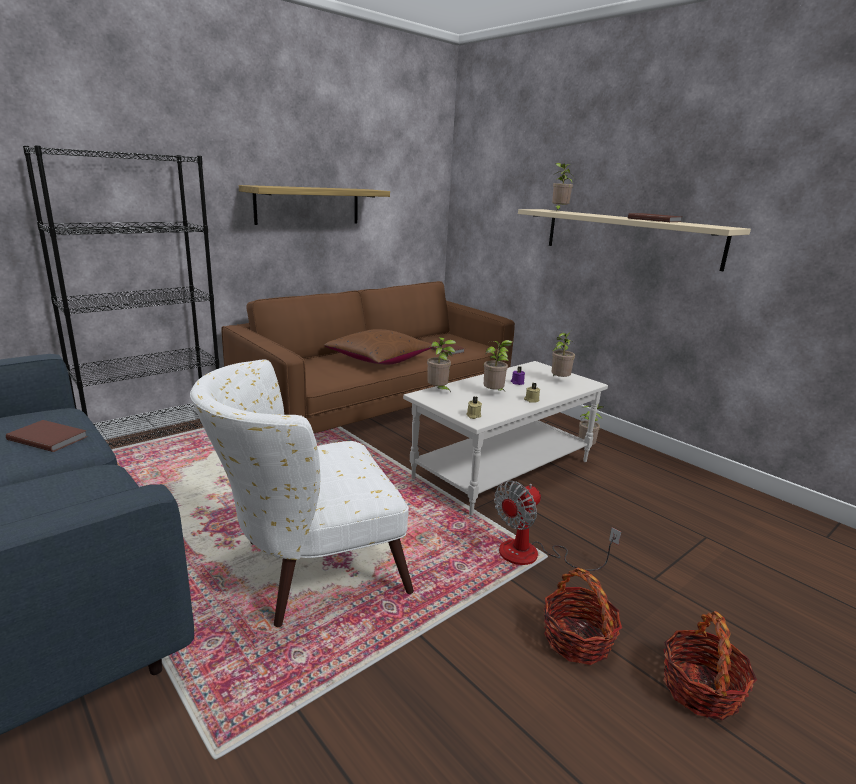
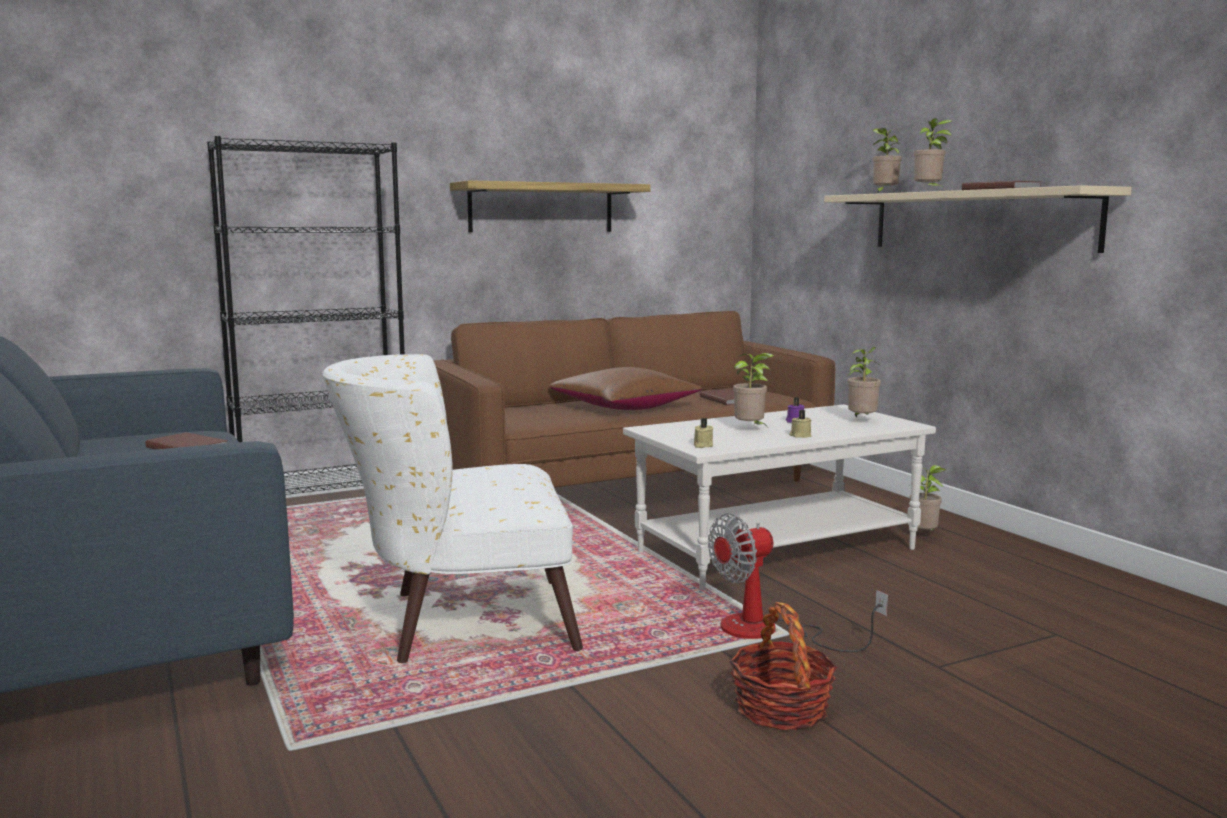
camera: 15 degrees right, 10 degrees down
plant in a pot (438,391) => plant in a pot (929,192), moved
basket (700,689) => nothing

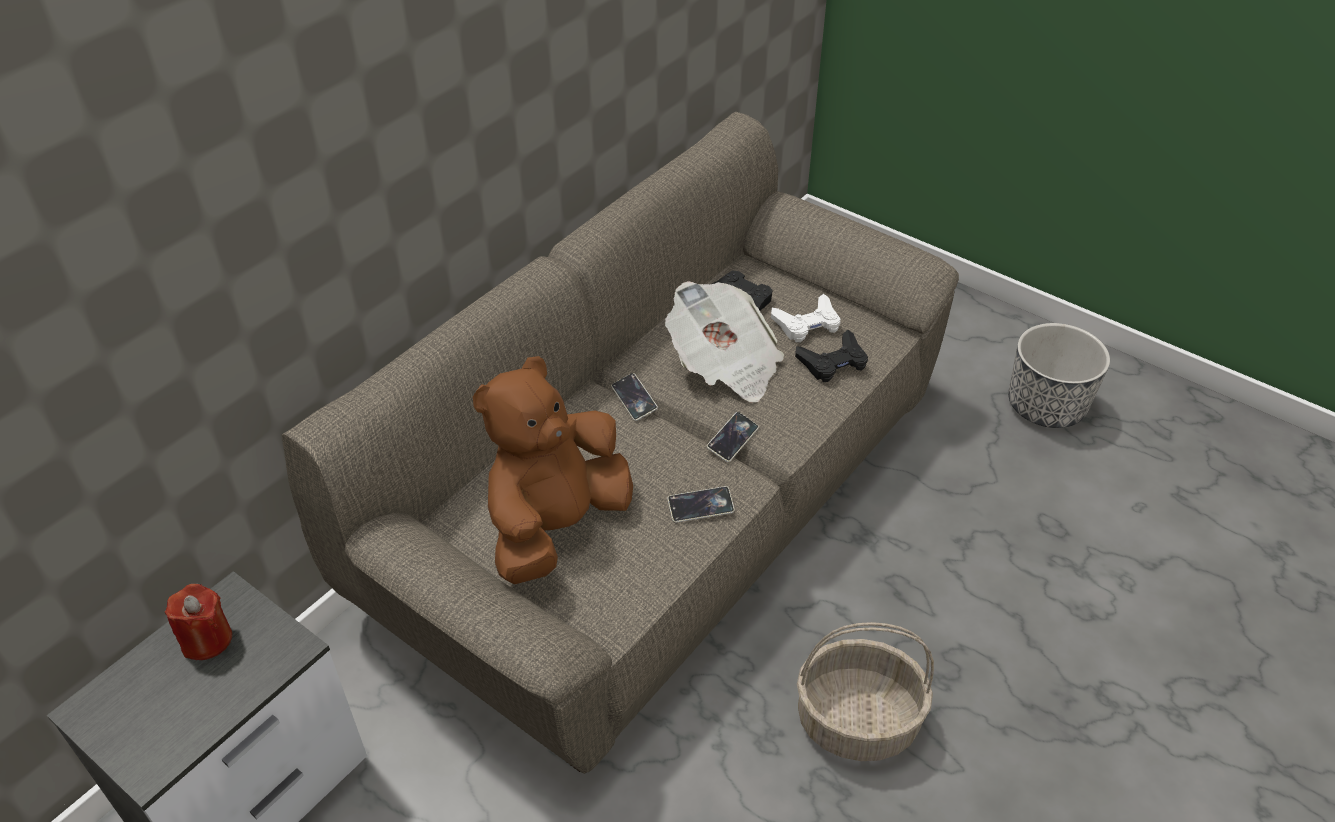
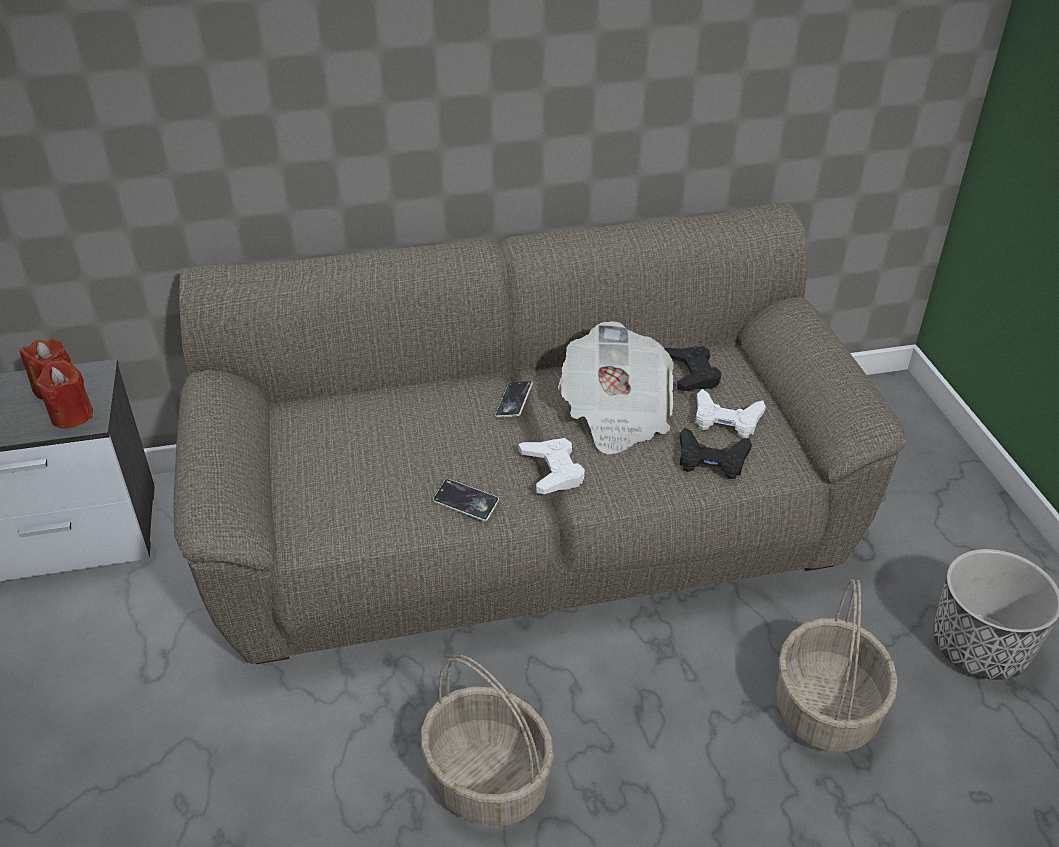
camera: 40 degrees right, 5 degrees down
nothing => wax candle (red-coloured) (72,415)
handset (732,439) => joypad (white) (552,470)
nothing => basket (827,710)
soft toy (brown) (556,526) => nothing

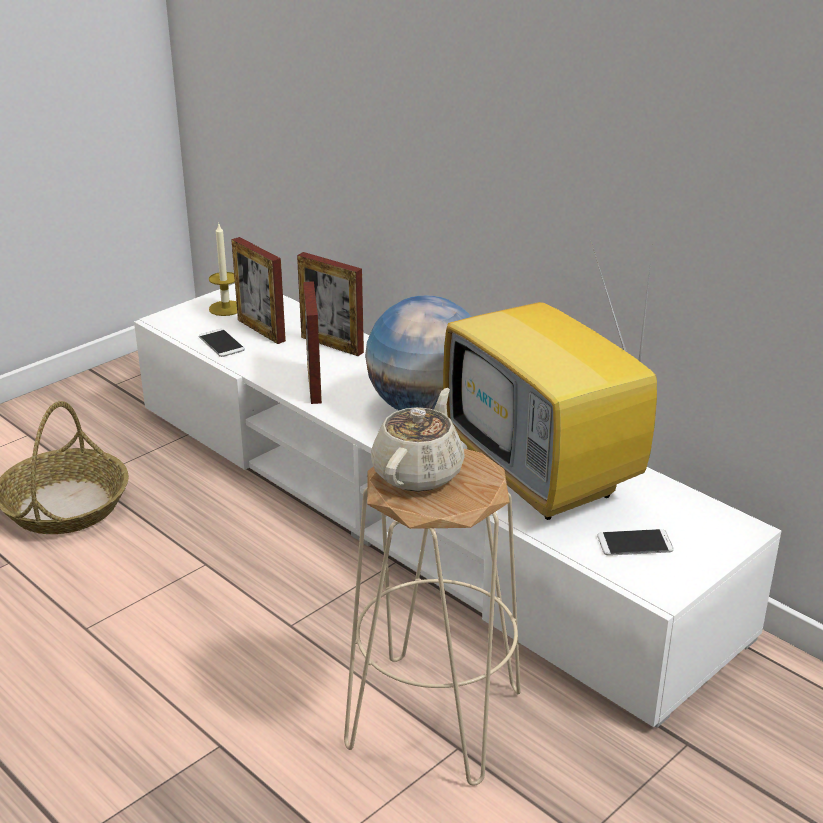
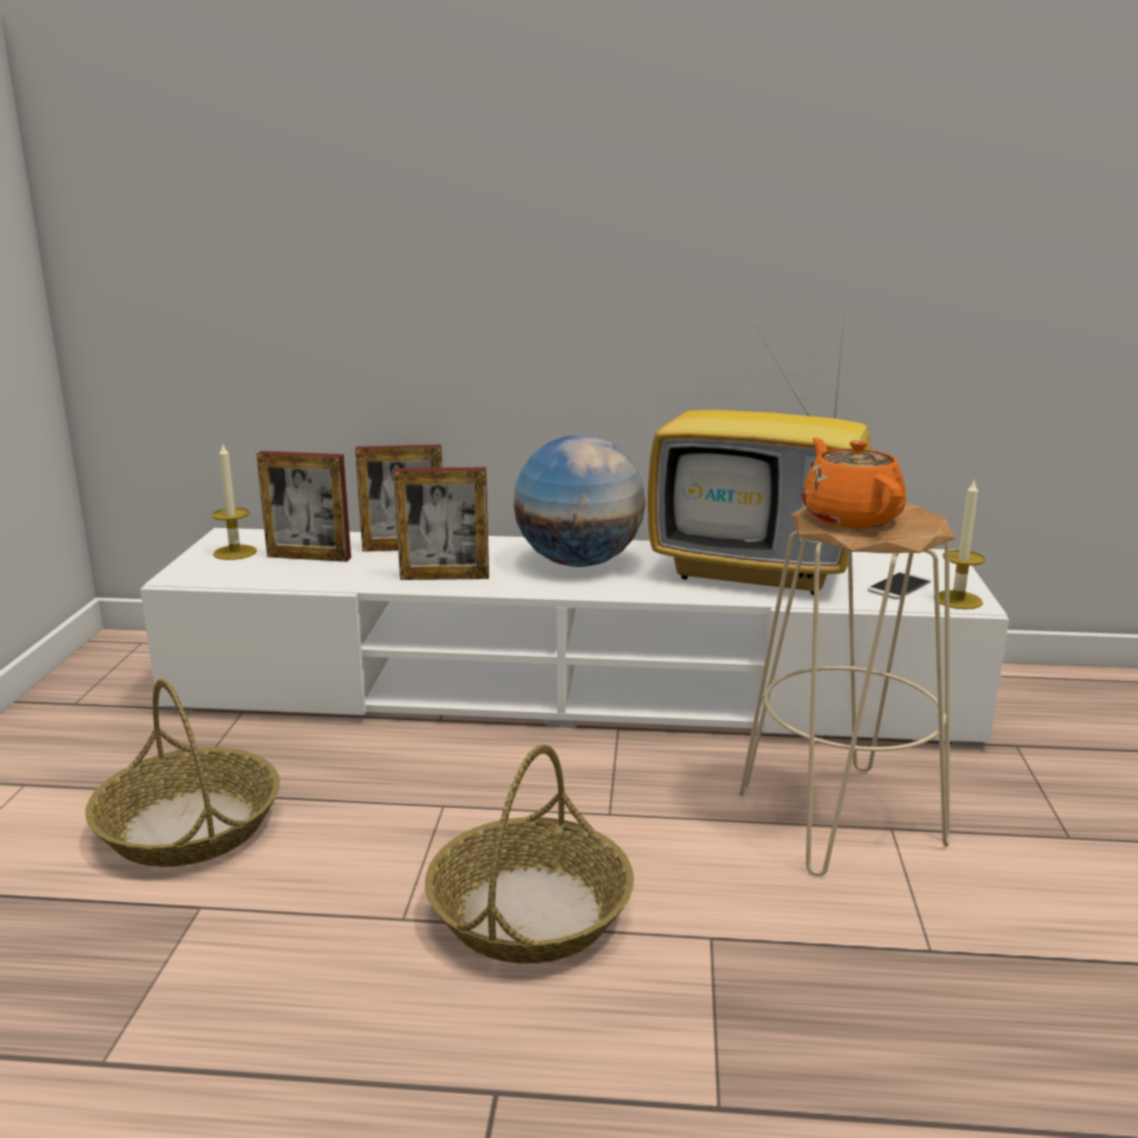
camera: 40 degrees left, 10 degrees down
standing frame (314,384) => standing frame (444,577), 45 degrees counterclockwise
nothing => basket (530,910)
teapot (sand-coloured) (418,472) => teapot (orangey) (850,517)
nothing => wax candle (958,600)
handset (221,343) => nothing

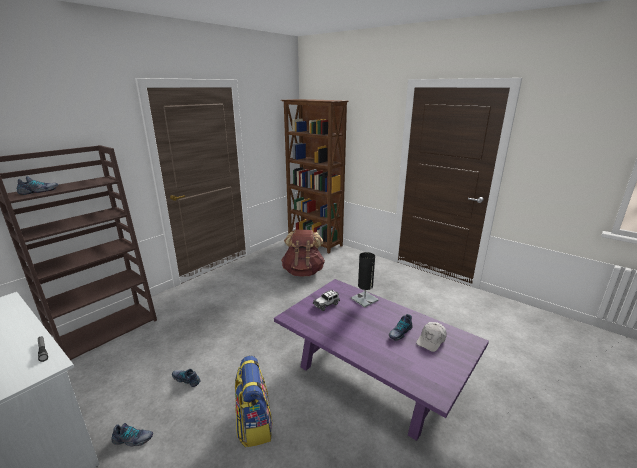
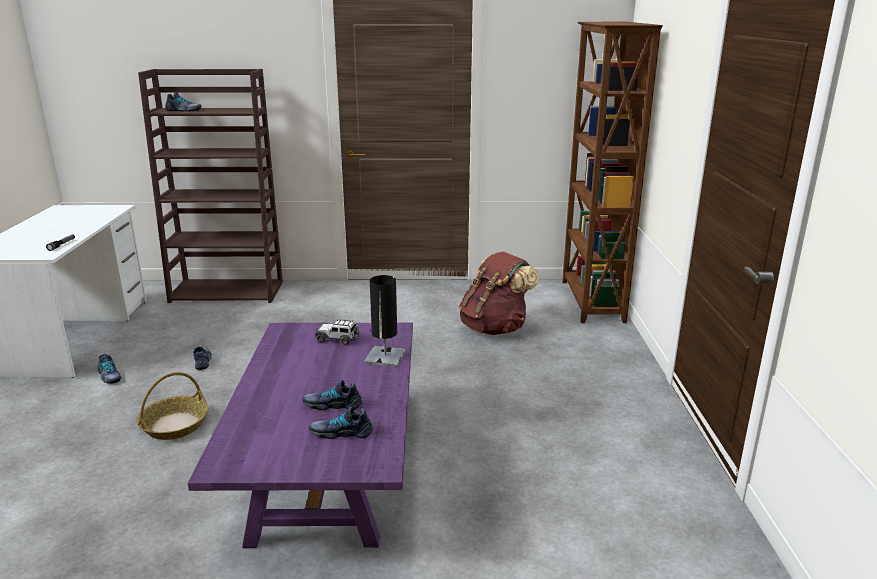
camera: 50 degrees right, 0 degrees up
knapsack (254,424) => basket (175,425)
peaked cap (white) (431,340) => item of footwear (341,432)

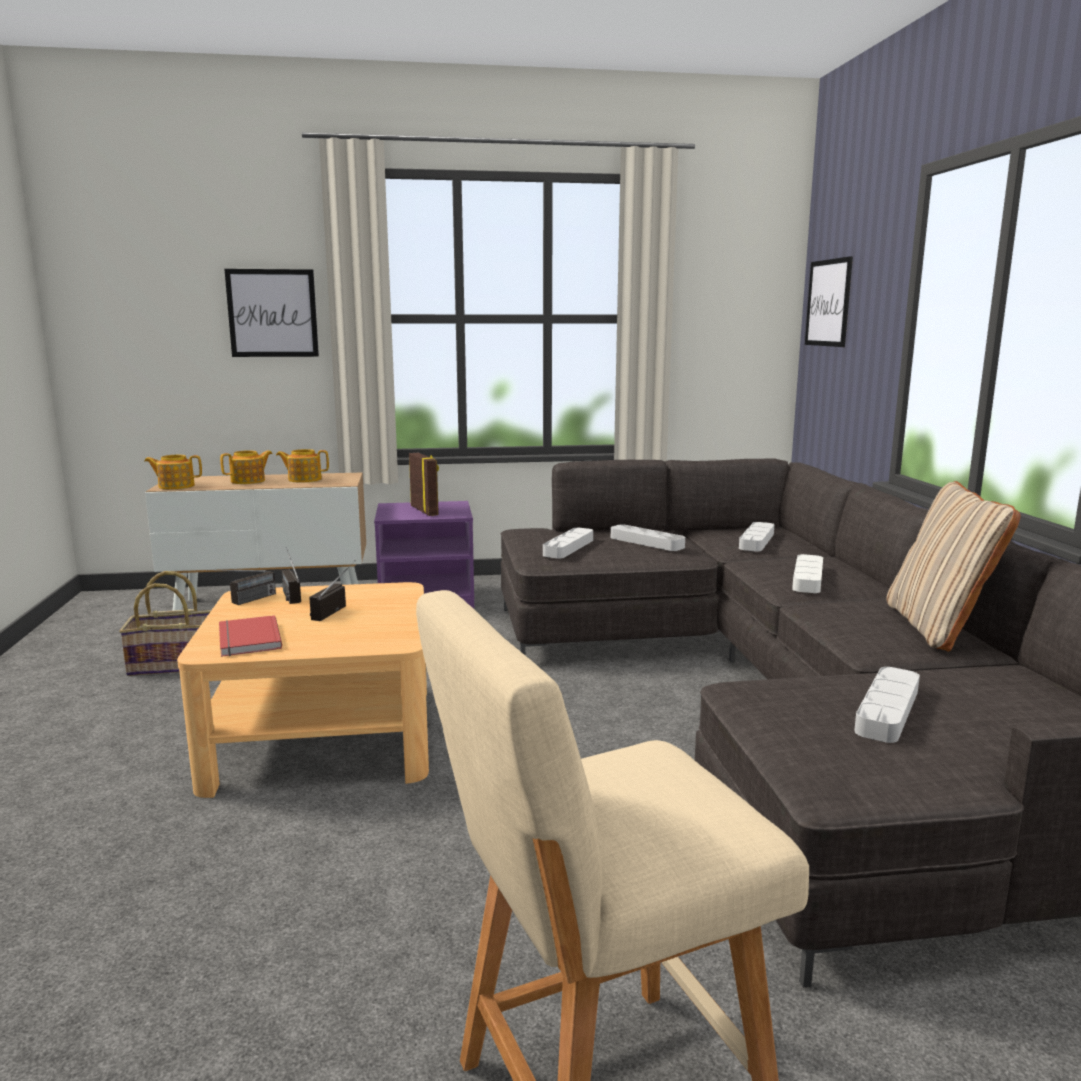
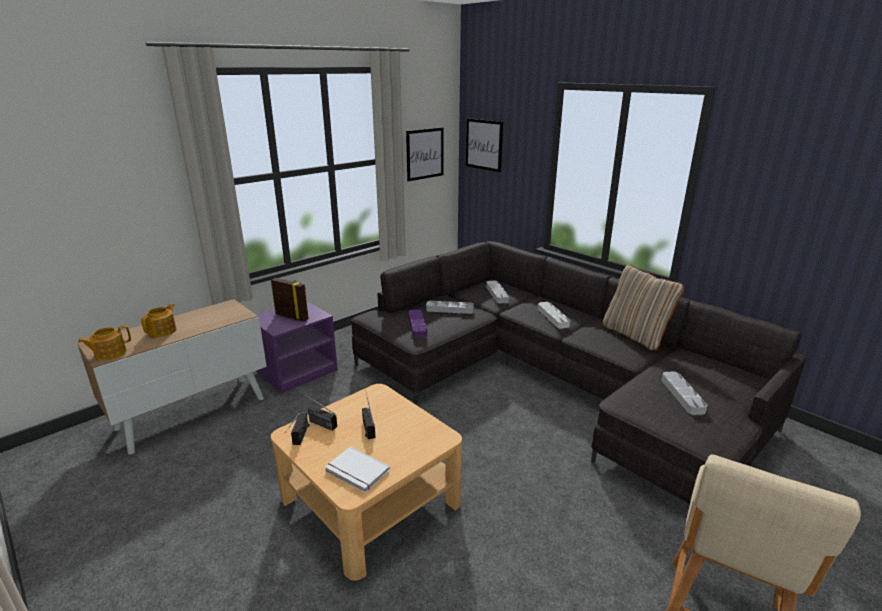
camera: 35 degrees left, 10 degrees up
bound book (red-coloured) (246,639) => bound book (white) (356,472)
wall picture (272,313) => wall picture (425,154), moved
tray (greyish) (568,547) => tray (purple-coloured) (417,326)
basket (175,664) => nothing
teapot (304,479) => nothing

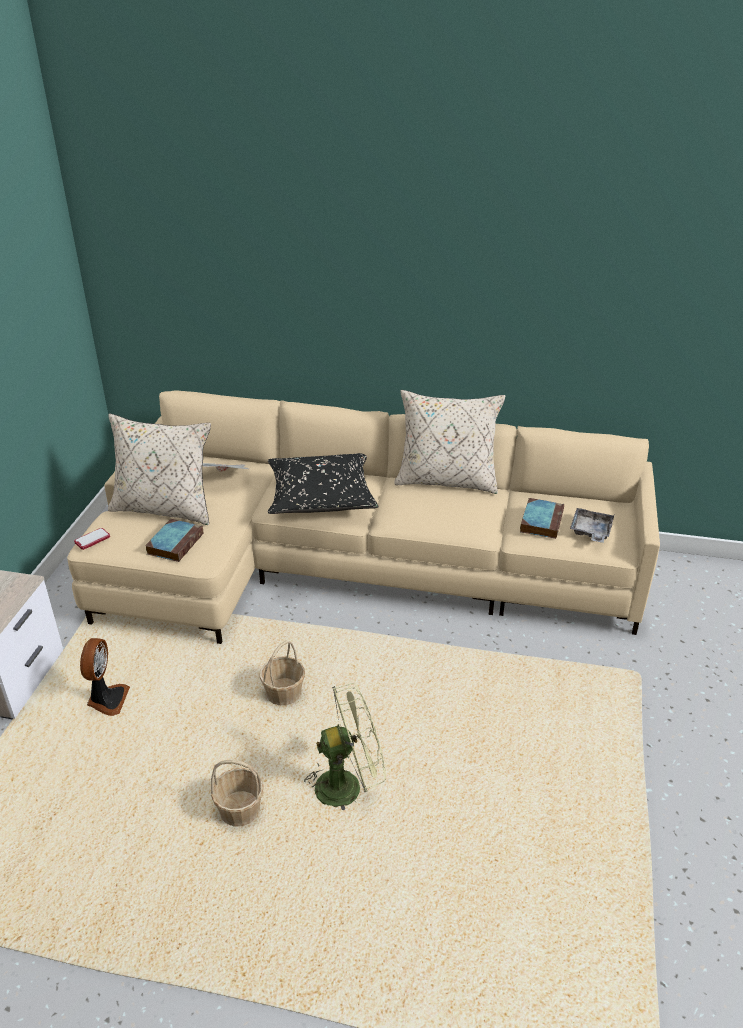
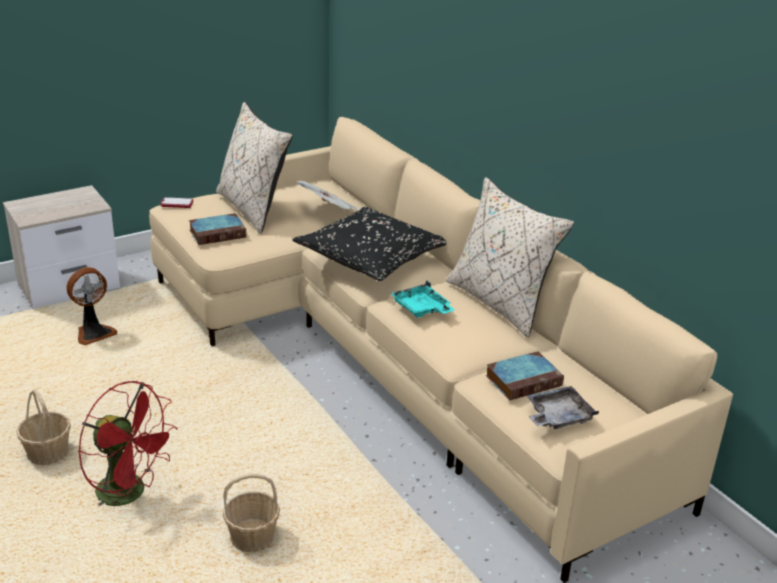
camera: 45 degrees right, 5 degrees down
cooling fan (greenish) (347,785) => cooling fan (red-coloured) (130,494)
basket (284,693) => basket (253,537), moved
nothing => tray (turquoise) (421,309)

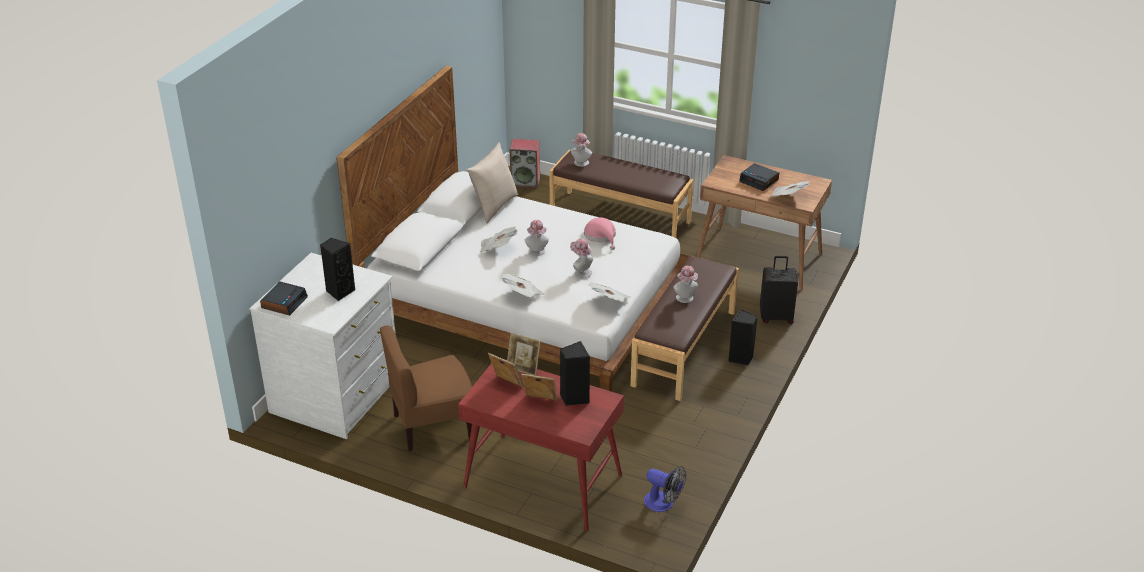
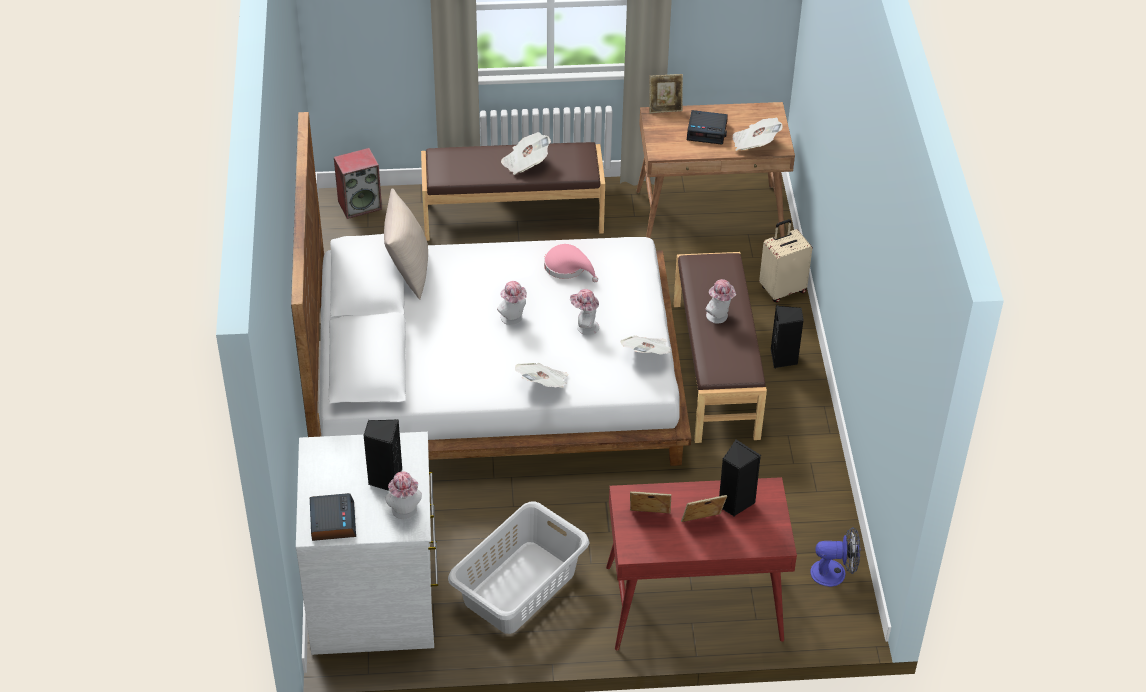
camera: 30 degrees left, 10 degrees up
wearable hat (581,163) => wearable hat (405,512), moved
chair (brown) (432,426) => hamper (greyish) (518,587)
printed paper (497,248) => printed paper (525,163), moved
standing frame (523,368) => standing frame (665,108), moved
piece of luggage (blackish) (776,317) => piece of luggage (sand-coloured) (782,289)

